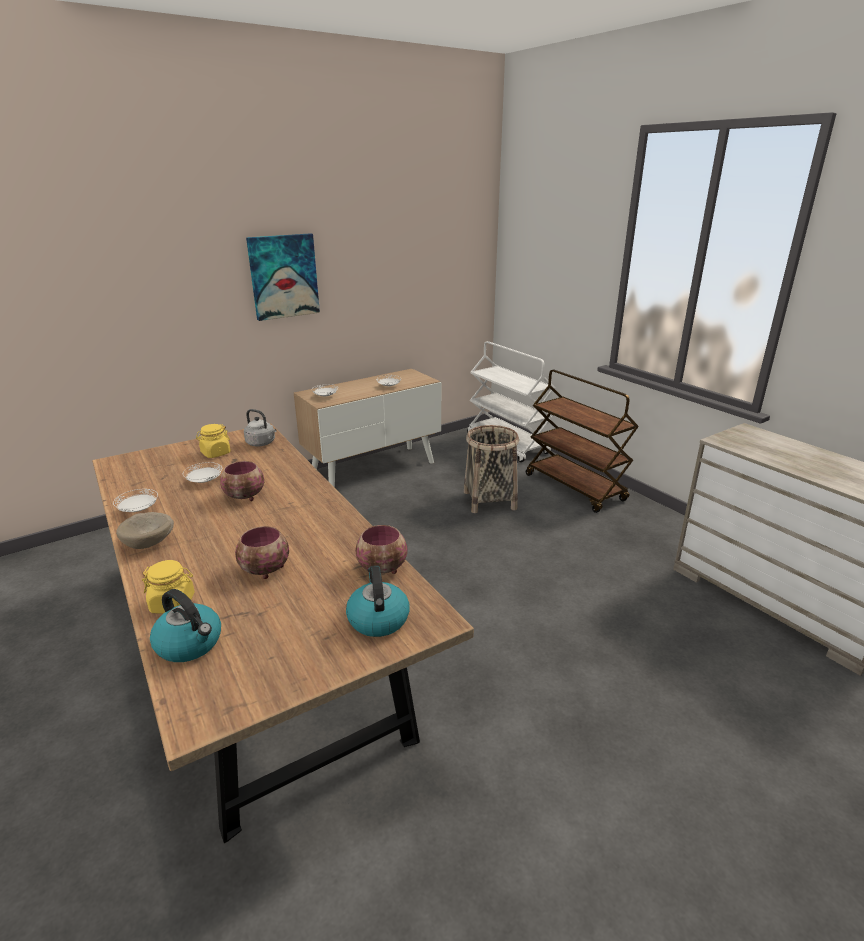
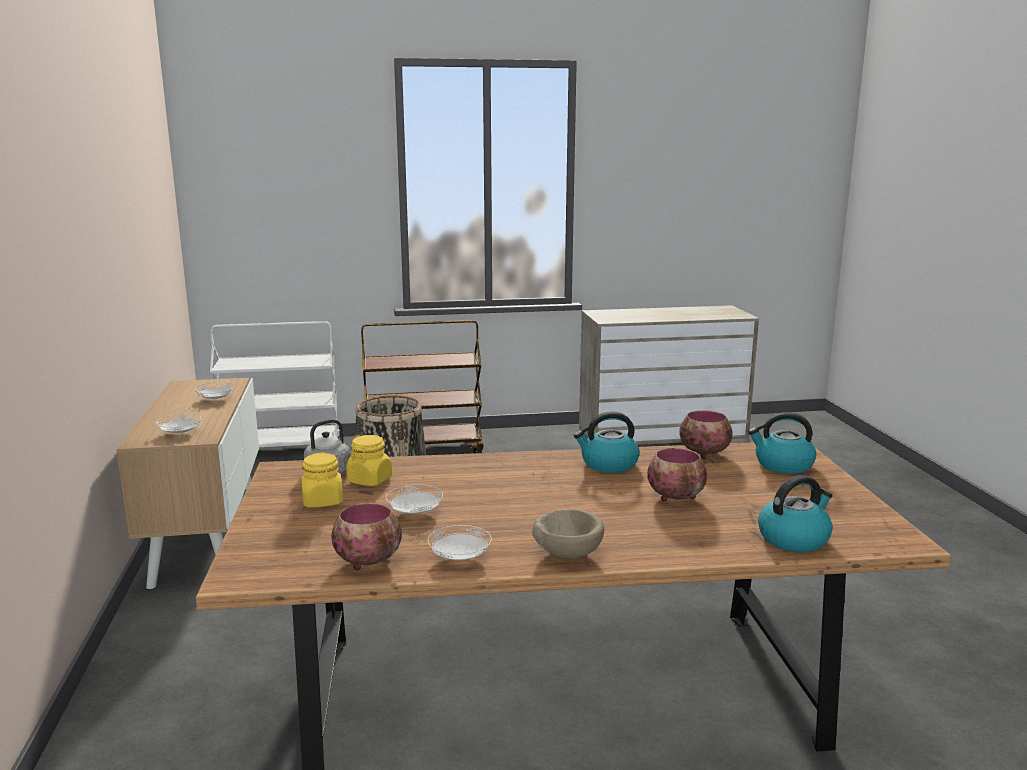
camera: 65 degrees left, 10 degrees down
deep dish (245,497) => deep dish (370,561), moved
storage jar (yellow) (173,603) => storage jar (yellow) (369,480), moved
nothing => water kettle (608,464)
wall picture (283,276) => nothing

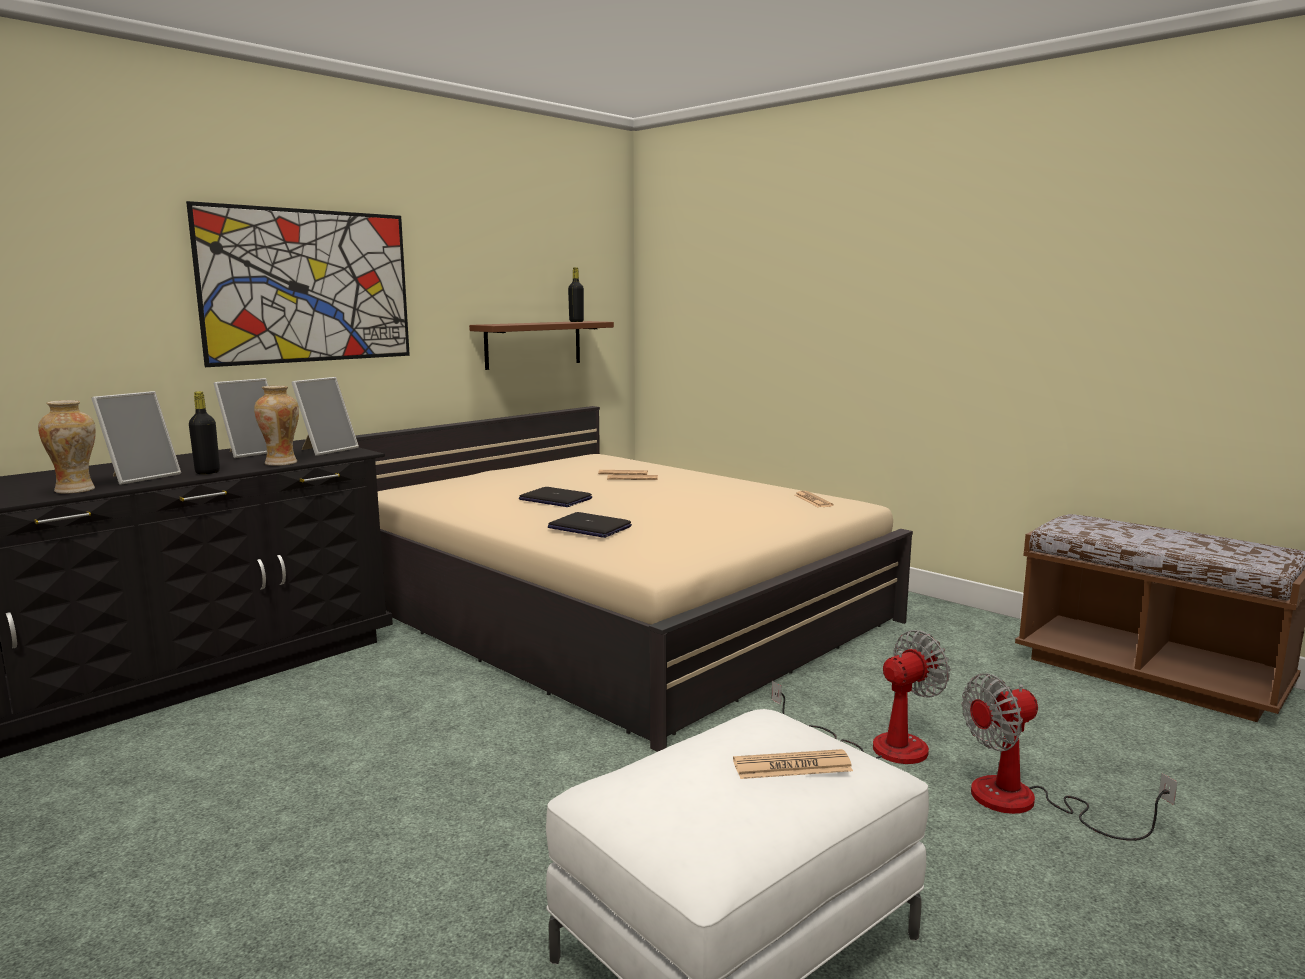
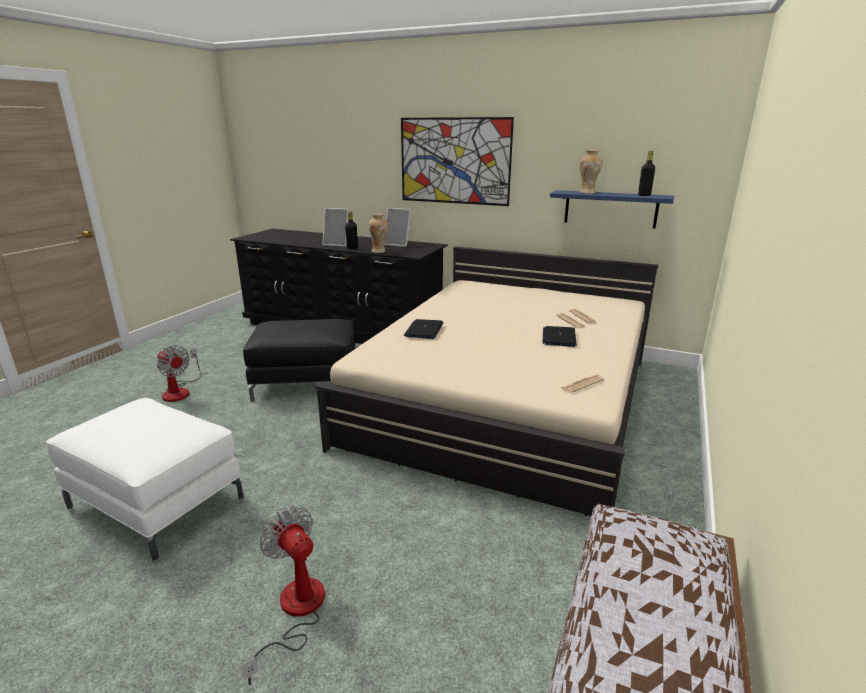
camera: 70 degrees right, 10 degrees up
cooling fan (878,746) => cooling fan (180,391), moved
nothing => ottoman (blackish) (306,383)
laptop (555,499) => laptop (559,337), moved
shelf (brown) (533,344) => shelf (blue-coloured) (610,209)
flower vase (76,490) => flower vase (587,193), moved
standing frame (326,450) => nothing
printed paper (792,766) => nothing

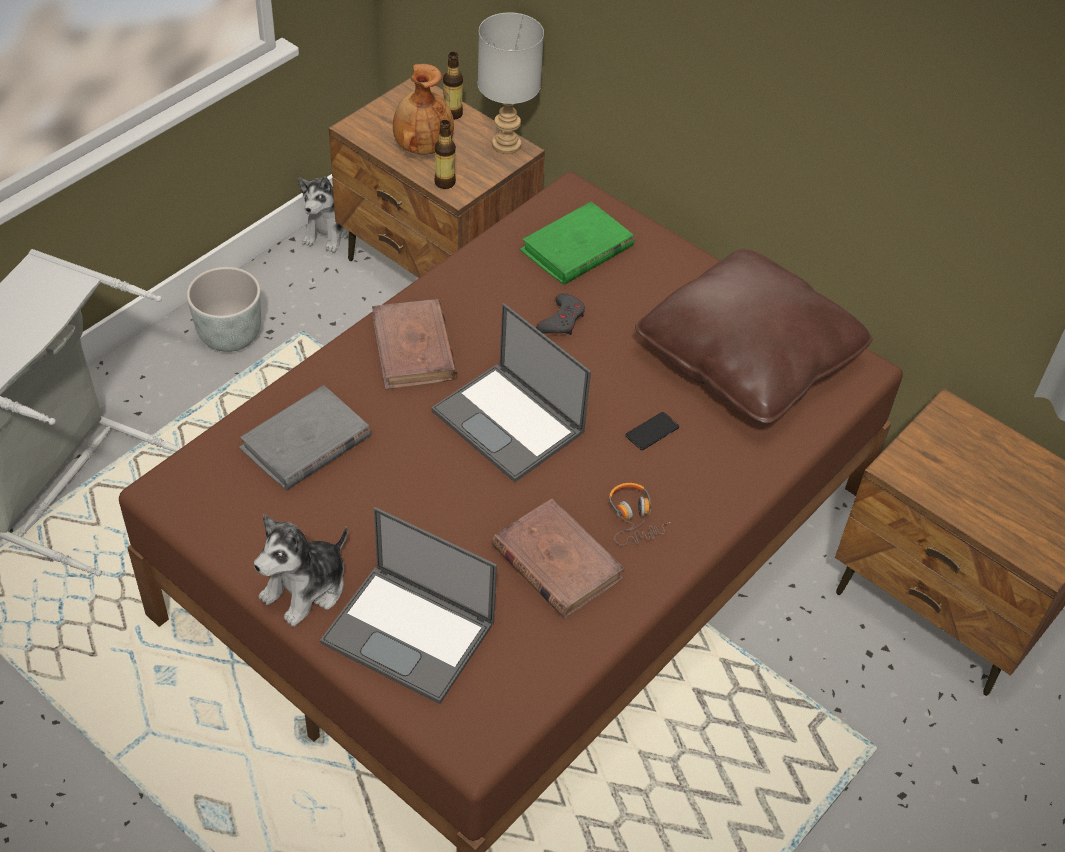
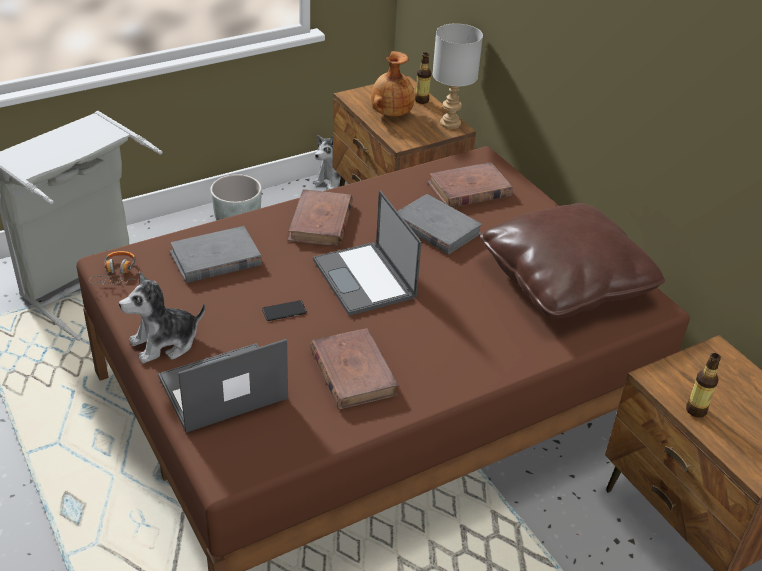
camera: 20 degrees right, 10 degrees down
pair of headphones (633,518) => pair of headphones (117,274), moved
laptop (410,633) => laptop (221,389), 105 degrees clockwise
handset (652,432) => handset (284,311), moved
joypad (greyish) (562,320) => bound book (greyish) (436,228)
bound book (greenish) (577,248) => bound book (brown) (469,189)
drink bottle (445,182) => drink bottle (696,410), moved

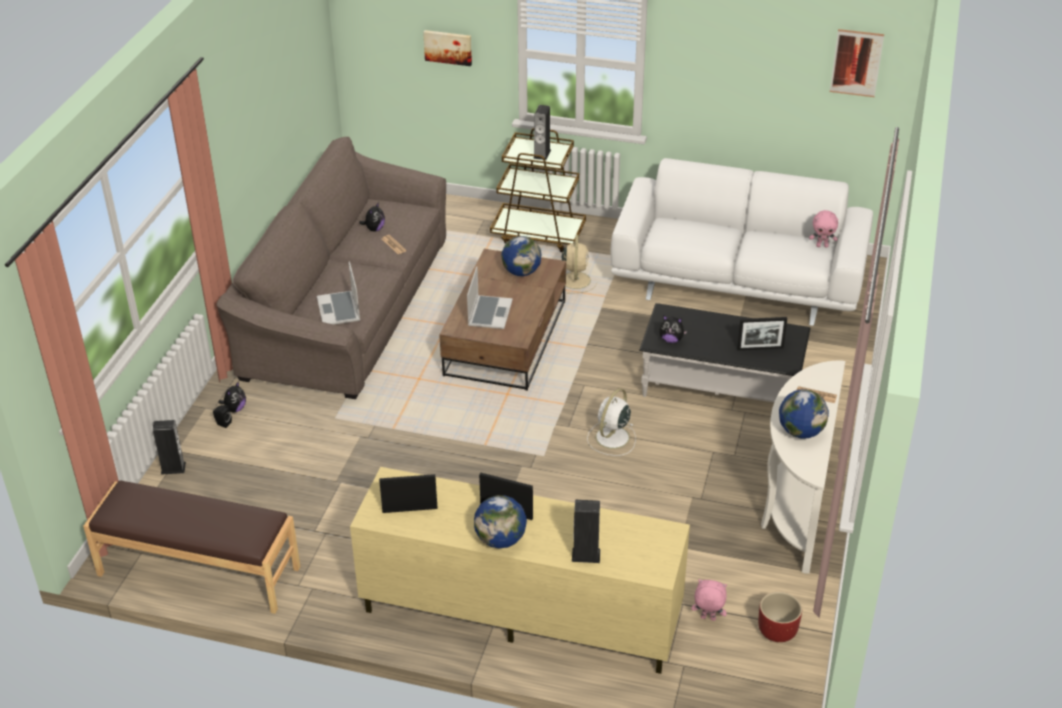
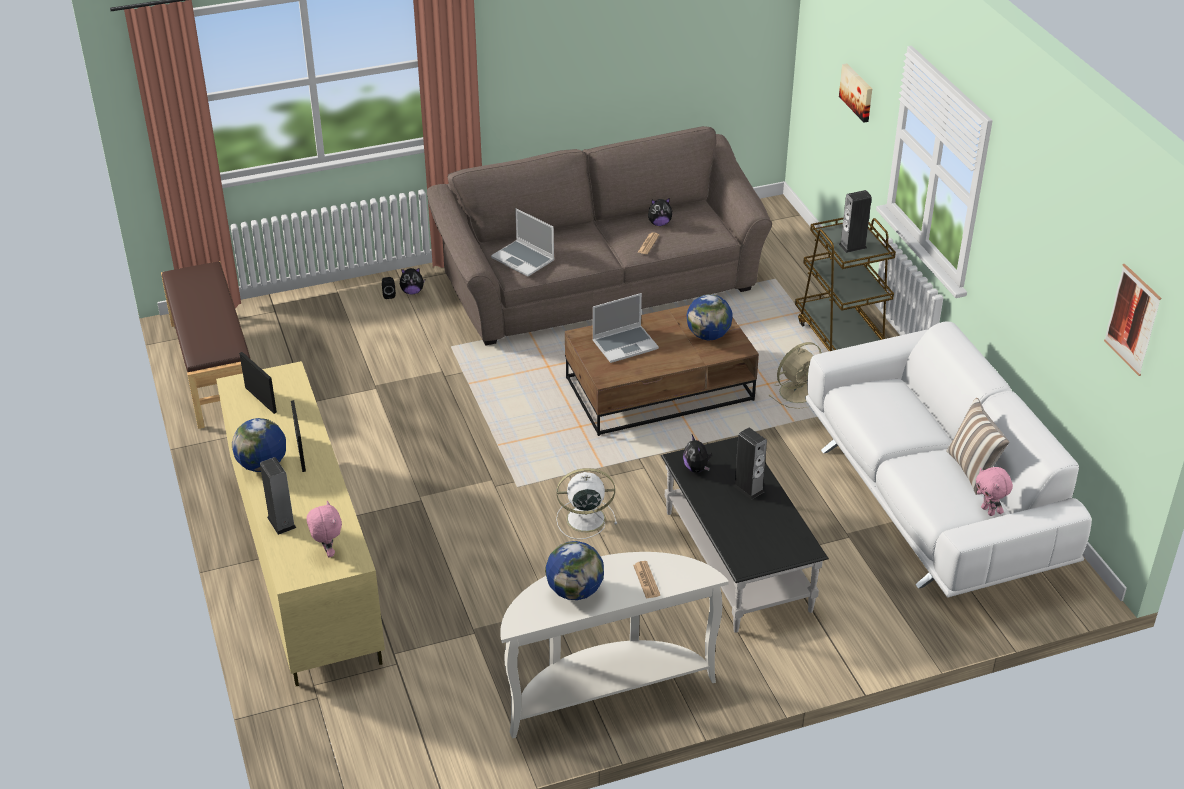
camera: 55 degrees right, 0 degrees up
soft toy (pinkish) (707,619) => soft toy (pinkish) (327,552), moved
laptop (339,310) => laptop (524,259), 90 degrees counterclockwise
loudspeaker (173,468) => loudspeaker (748,488), moved
nothing => cushion (973,470)
standing frame (760,348) => nothing
planter (red-coloured) (777,632) => nothing

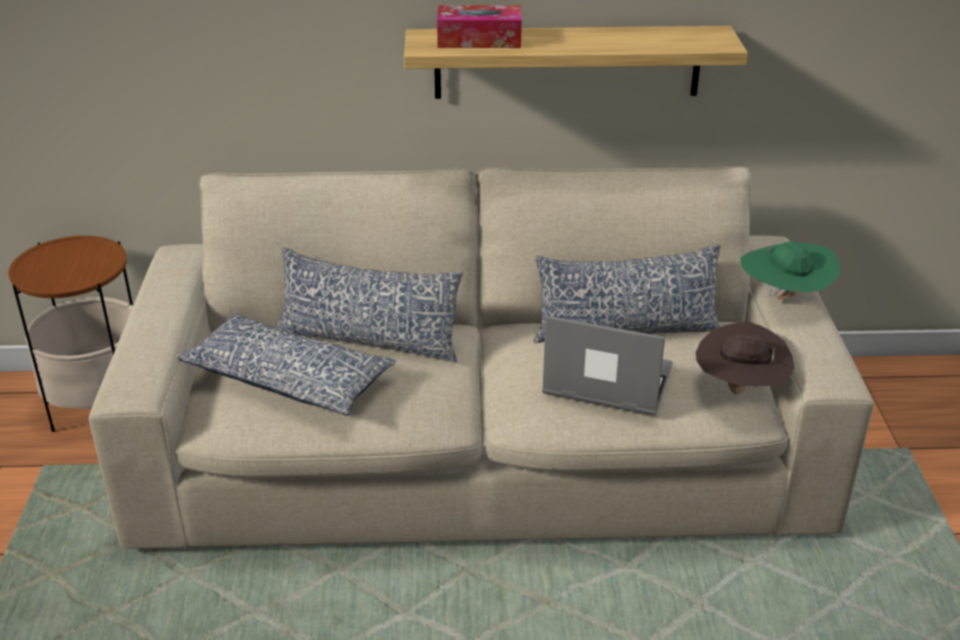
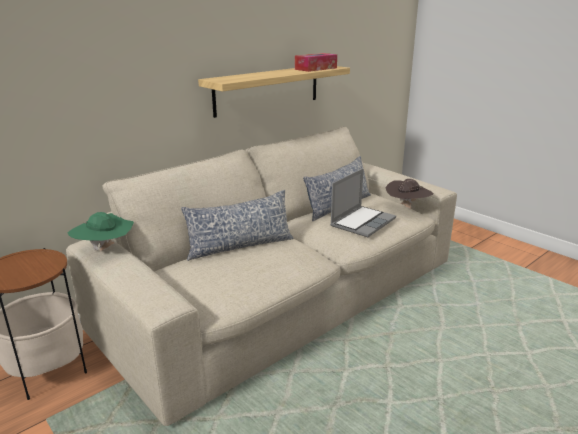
camera: 40 degrees left, 10 degrees down
wearable hat (greenish) (784,299) => wearable hat (greenish) (105,250), moved
tissue holder (479,40) => tissue holder (315,68), moved
laptop (605,382) => laptop (362,222), 150 degrees clockwise
cushion (287,379) => nothing

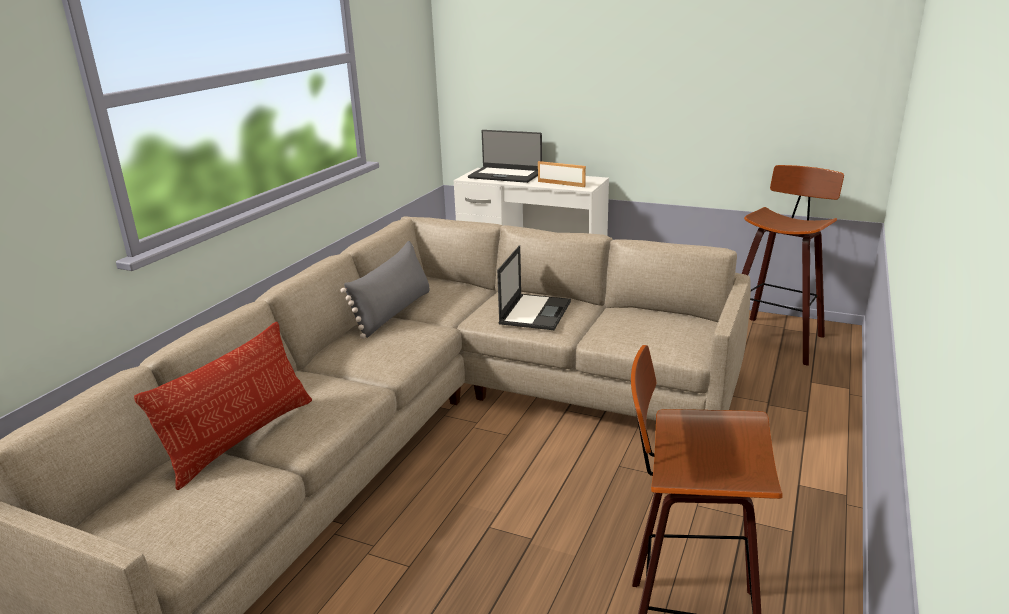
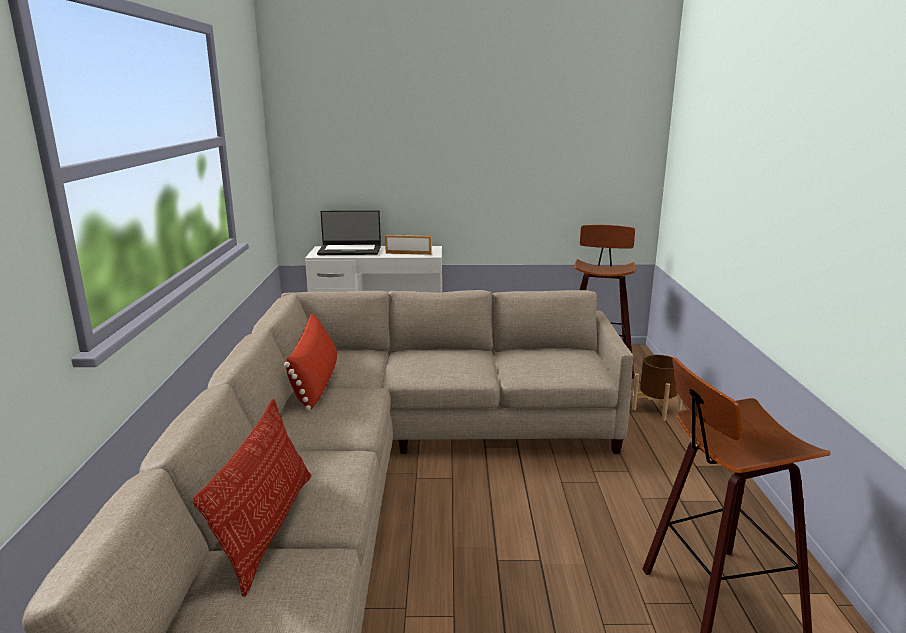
camera: 25 degrees left, 5 degrees down
cushion (greyish) (393,312) => cushion (red-coloured) (315,382)
nothing => planter (brown) (656,409)
laptop (535,312) => nothing

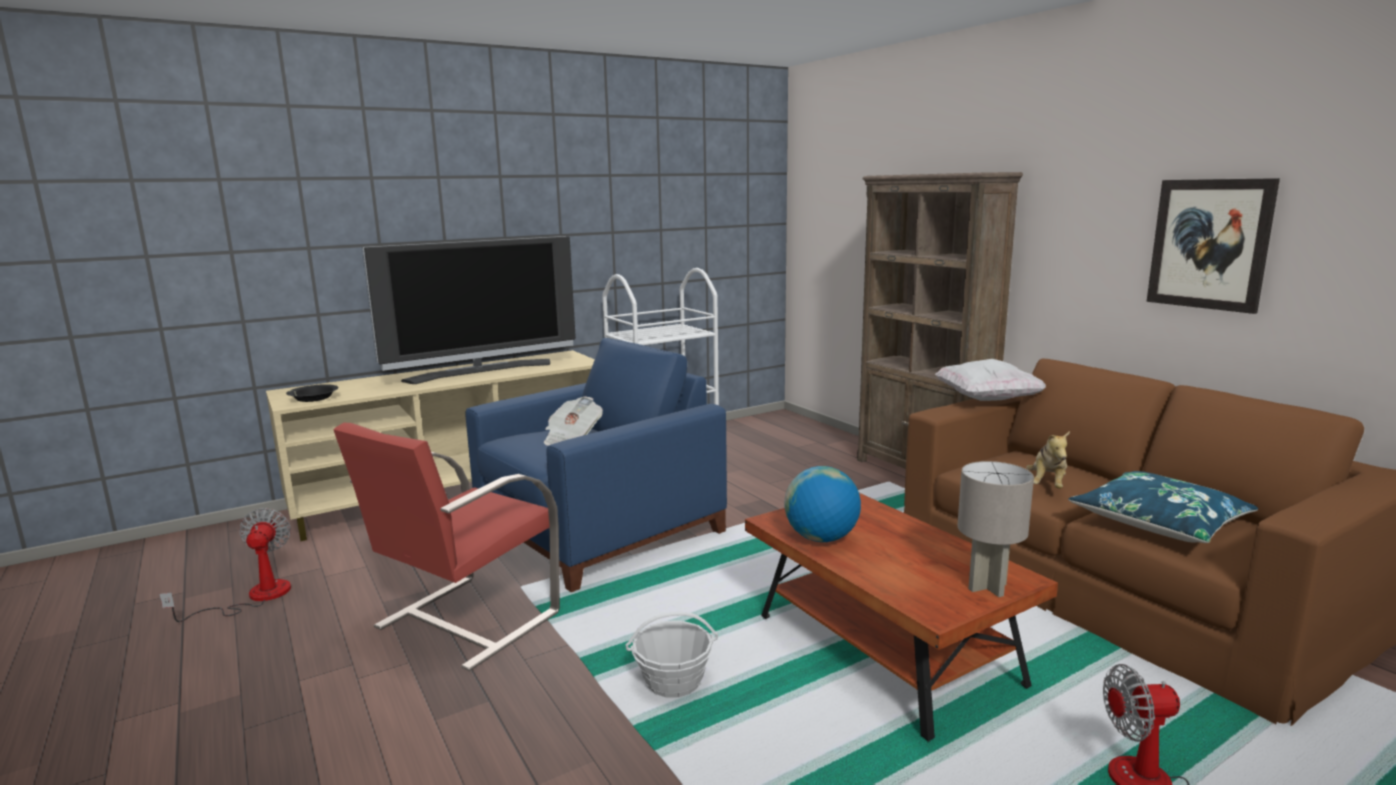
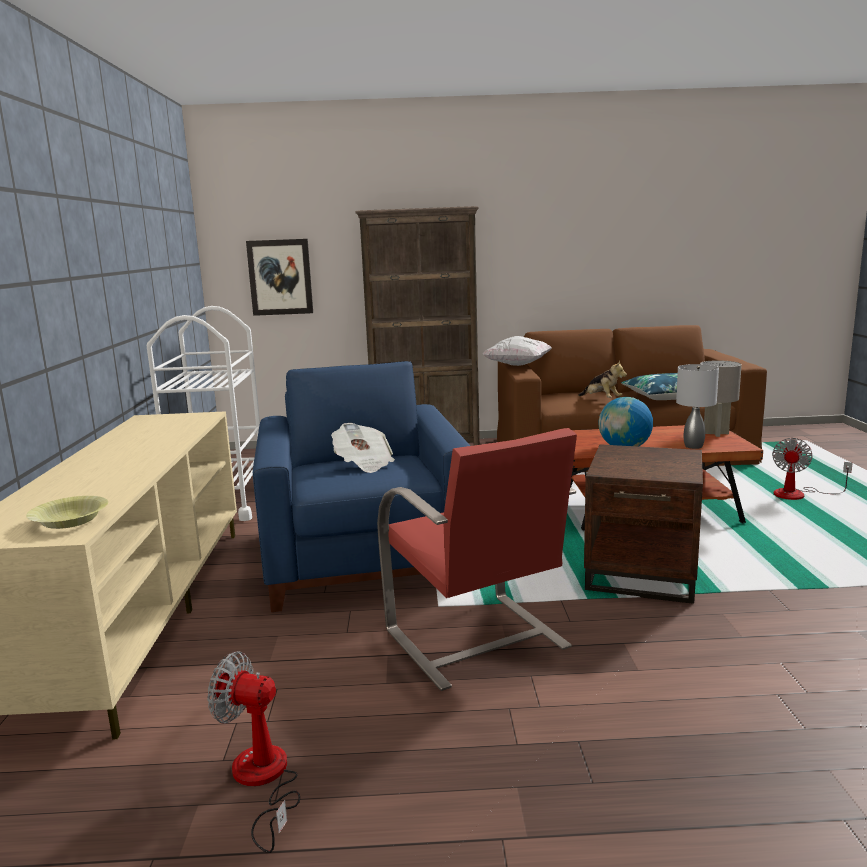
camera: 60 degrees left, 0 degrees up
deep dish (blackish) (313,399) => deep dish (yellow) (70,521)
wall picture (1209,244) => wall picture (280,277), moved
basket (673,682) => accent table (brown) (643,573)
nothing => table lamp (greyish) (693,446)
TV set (481,371) => nothing

